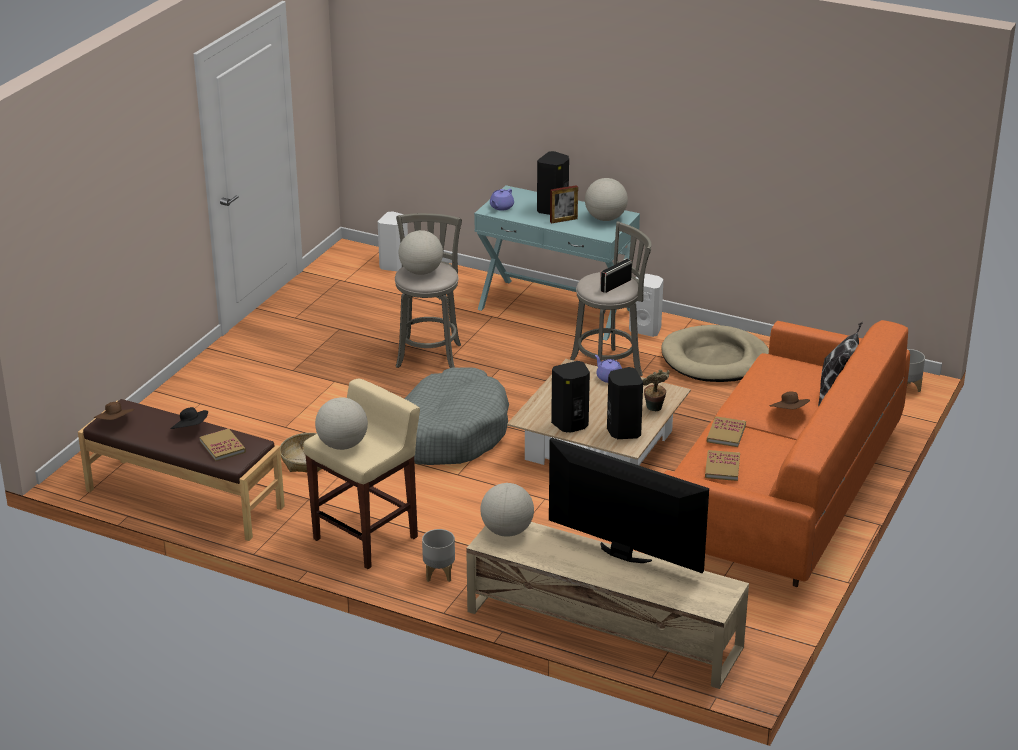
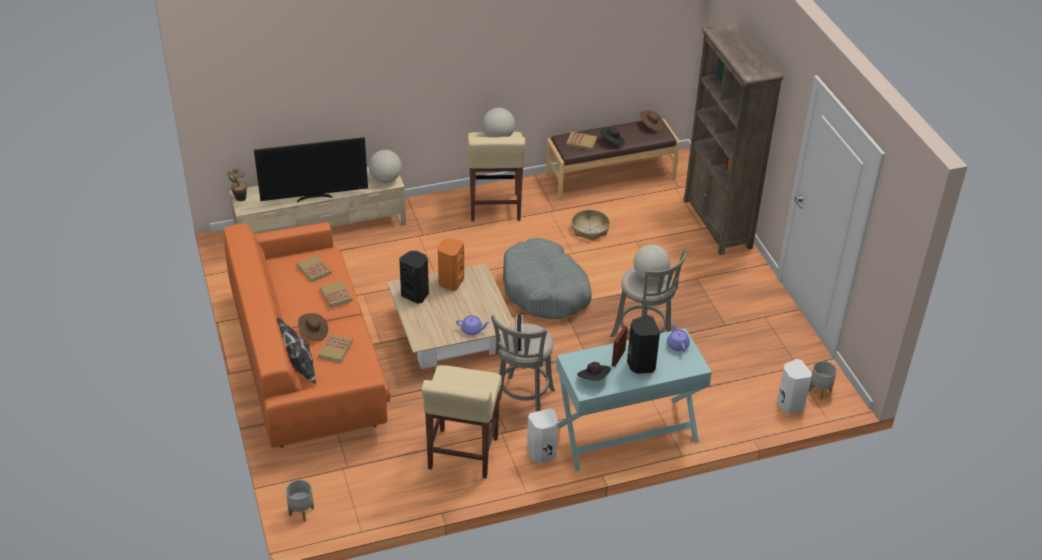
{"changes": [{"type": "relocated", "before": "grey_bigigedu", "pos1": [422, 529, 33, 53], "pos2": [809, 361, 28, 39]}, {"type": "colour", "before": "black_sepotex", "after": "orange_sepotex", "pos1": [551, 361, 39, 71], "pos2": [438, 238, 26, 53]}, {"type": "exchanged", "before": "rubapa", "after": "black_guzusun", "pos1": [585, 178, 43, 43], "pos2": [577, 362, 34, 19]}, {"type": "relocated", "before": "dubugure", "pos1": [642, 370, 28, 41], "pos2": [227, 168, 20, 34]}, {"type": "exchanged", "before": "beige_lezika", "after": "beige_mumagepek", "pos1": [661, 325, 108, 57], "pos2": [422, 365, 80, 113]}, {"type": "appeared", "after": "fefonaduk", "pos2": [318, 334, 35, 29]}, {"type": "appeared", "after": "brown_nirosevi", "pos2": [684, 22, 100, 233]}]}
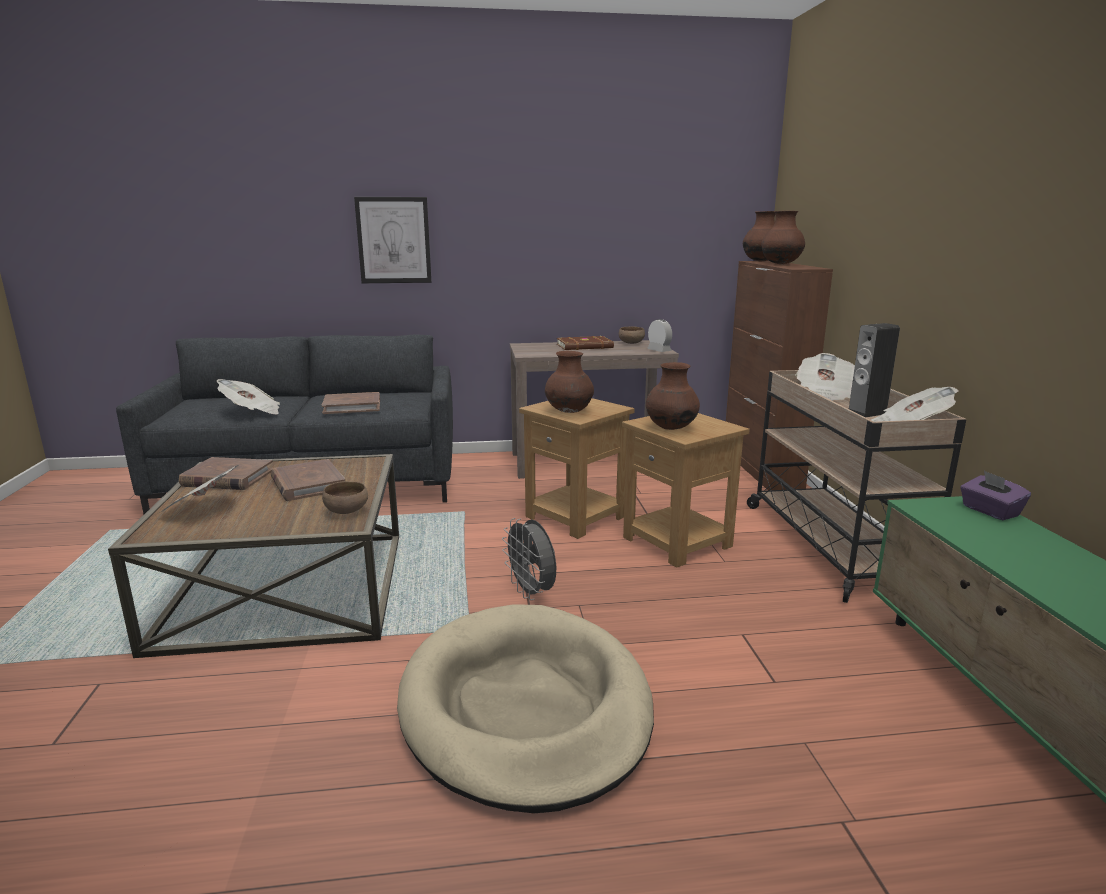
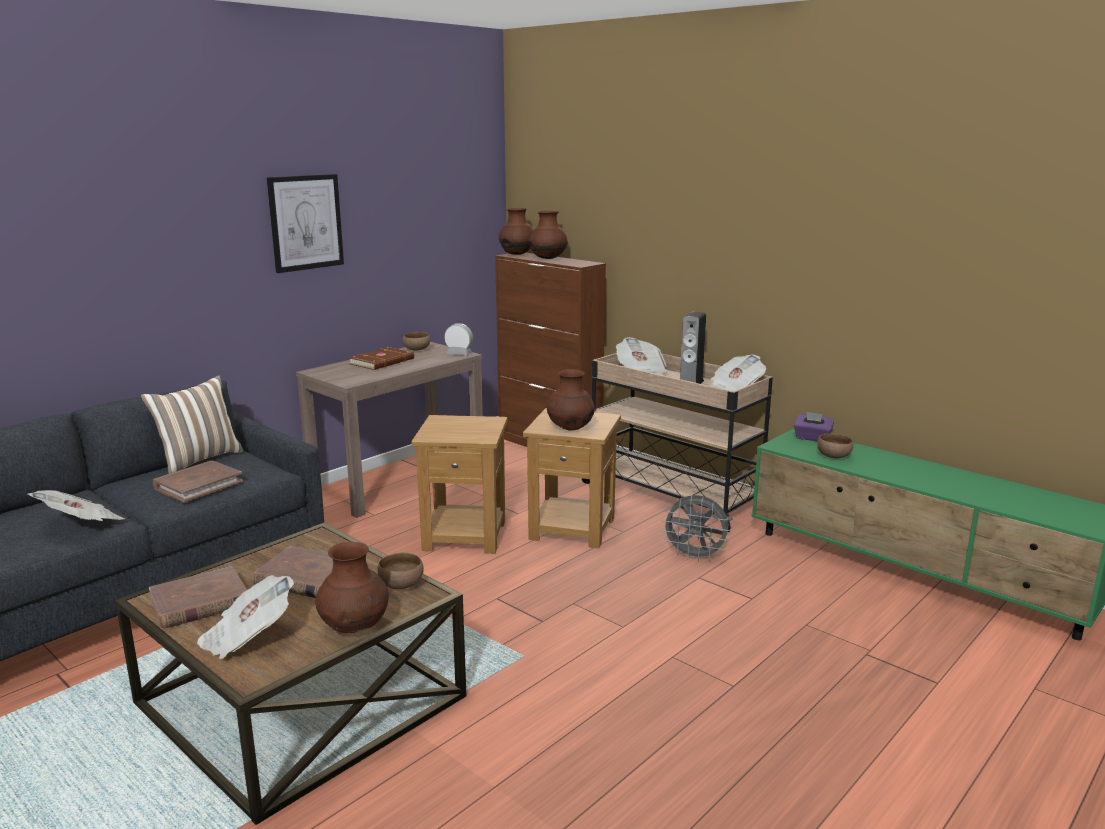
{"changes": [{"type": "relocated", "before": "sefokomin", "pos1": [354, 197, 78, 86], "pos2": [267, 174, 77, 99]}, {"type": "missing", "before": "beige_lezika", "pos1": [397, 604, 257, 209]}, {"type": "relocated", "before": "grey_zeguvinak", "pos1": [502, 518, 54, 82], "pos2": [661, 495, 70, 67]}, {"type": "relocated", "before": "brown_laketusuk", "pos1": [545, 351, 49, 62], "pos2": [316, 542, 73, 91]}, {"type": "appeared", "after": "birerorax", "pos2": [141, 376, 102, 98]}, {"type": "appeared", "after": "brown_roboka", "pos2": [818, 434, 36, 24]}]}
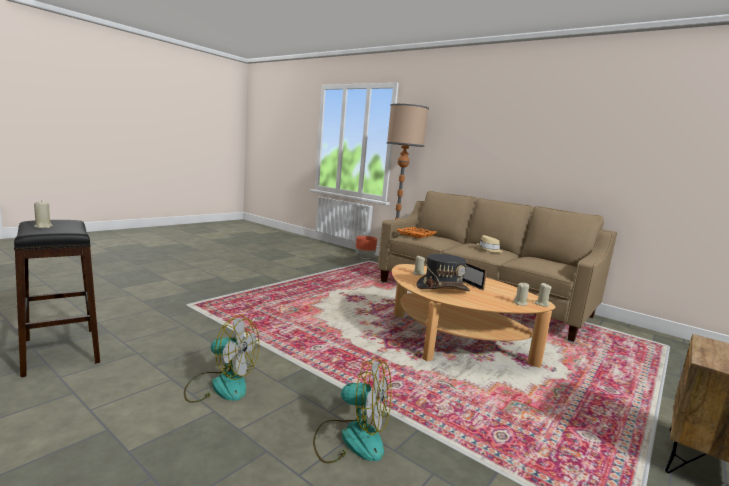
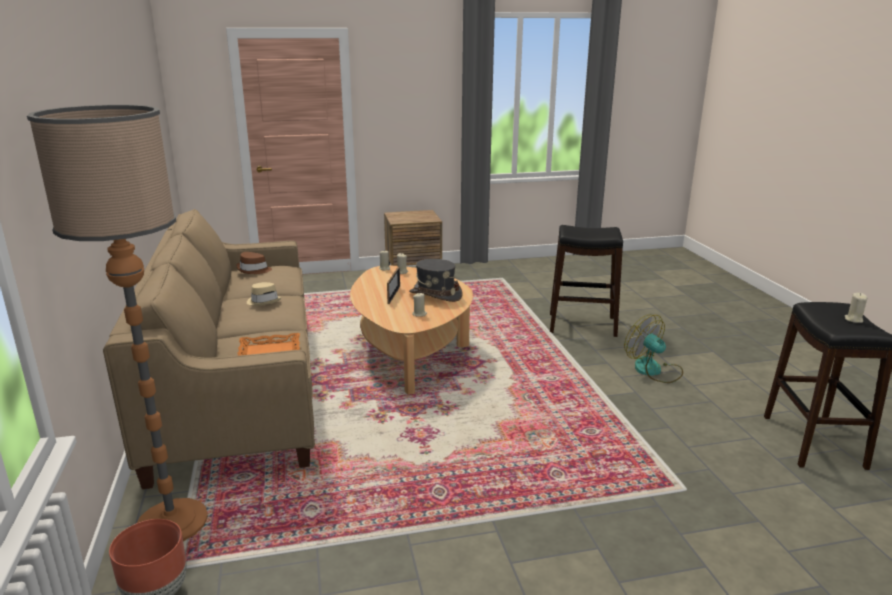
{"changes": [{"type": "exchanged", "before": "zeguvinak", "after": "black_mumagepek", "pos1": [313, 357, 79, 107], "pos2": [550, 225, 73, 112]}, {"type": "appeared", "after": "brown_guzusun", "pos2": [236, 252, 36, 22]}]}
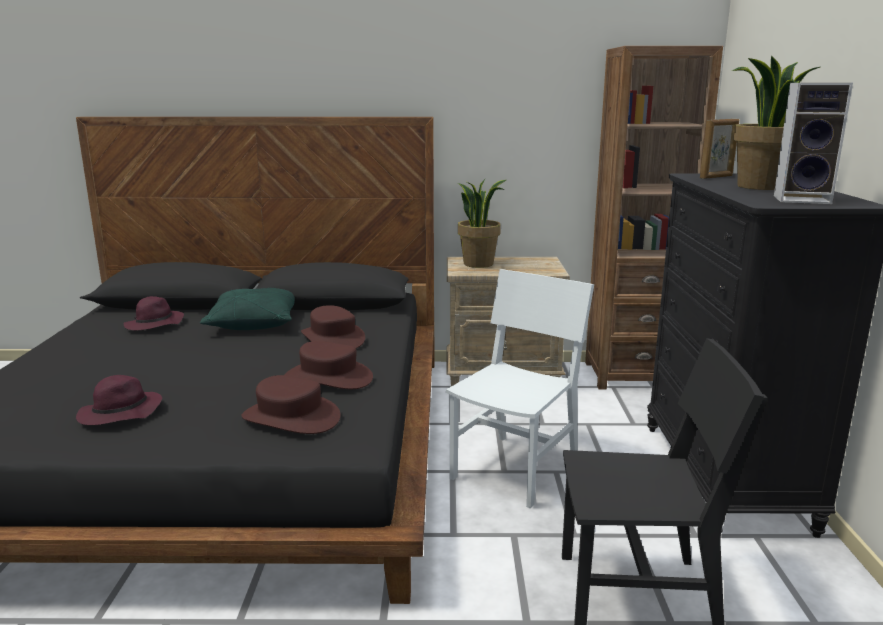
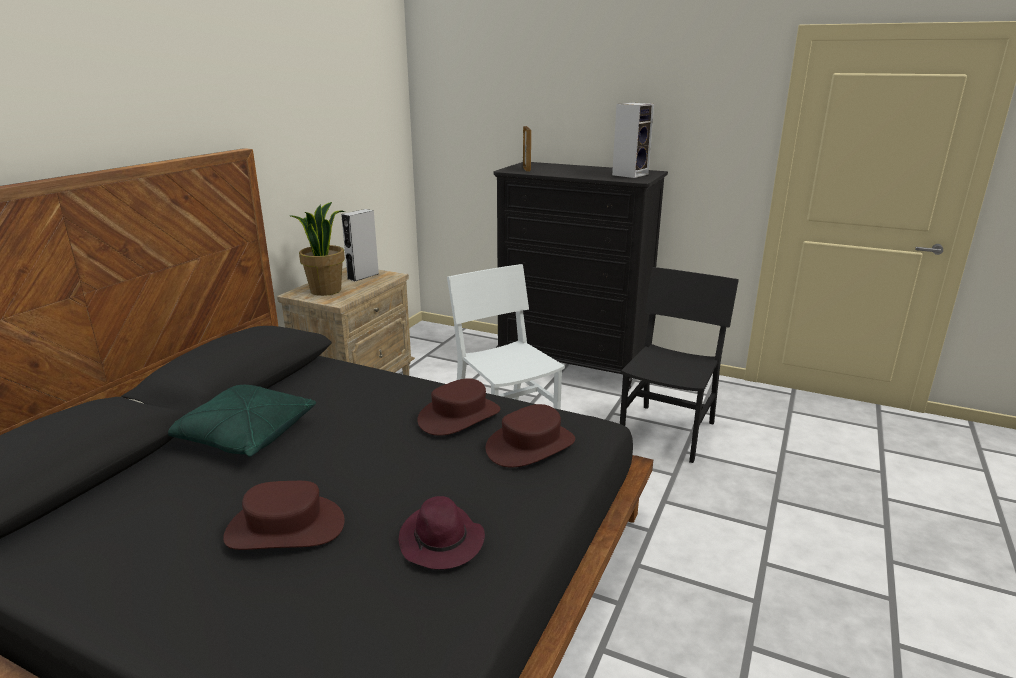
{"changes": [{"type": "missing", "before": "purple_guzusun", "pos1": [124, 296, 60, 34]}, {"type": "relocated", "before": "brown_guzusun", "pos1": [301, 305, 64, 43], "pos2": [223, 481, 122, 69]}, {"type": "missing", "before": "brown_nirosevi", "pos1": [585, 46, 138, 344]}, {"type": "missing", "before": "dubugure", "pos1": [732, 55, 88, 135]}, {"type": "appeared", "after": "grey_sepotex", "pos2": [341, 209, 38, 72]}]}
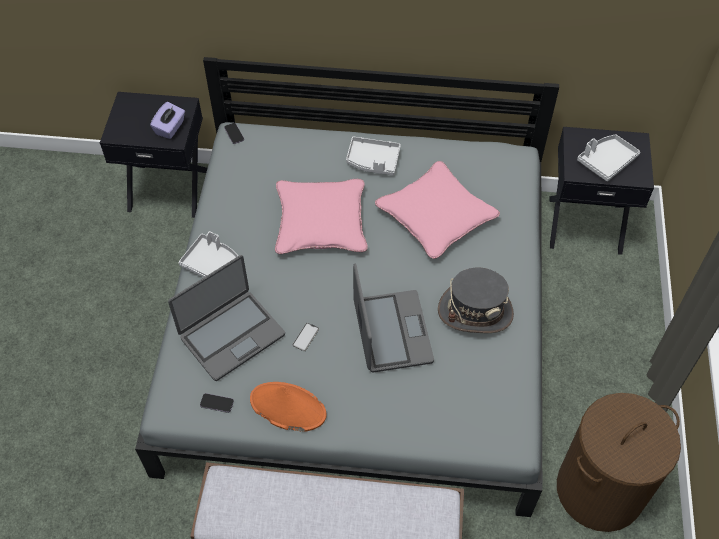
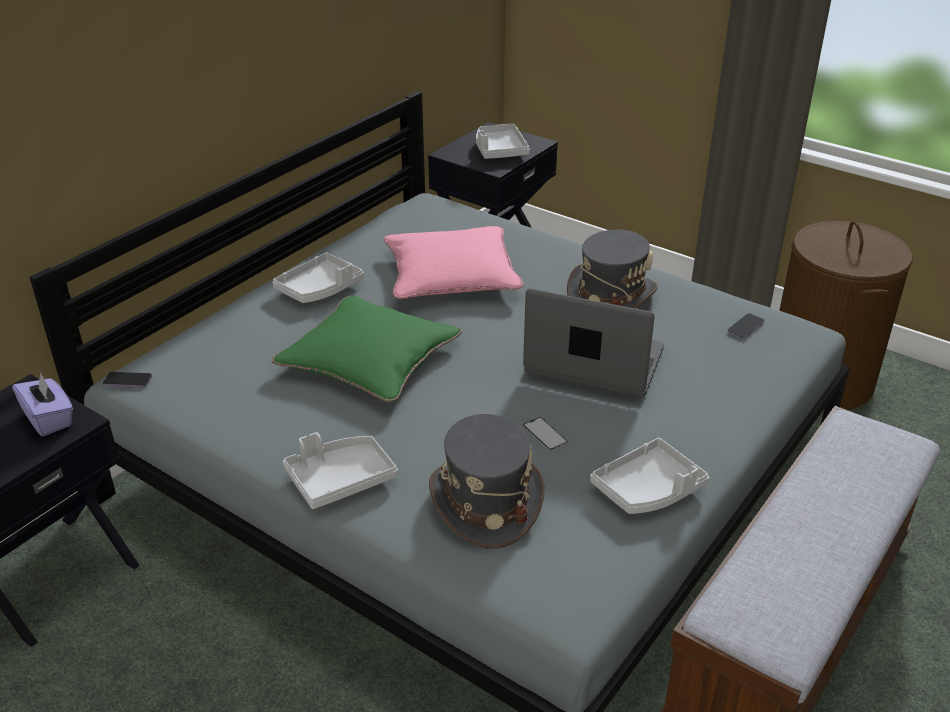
{"changes": [{"type": "exchanged", "before": "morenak", "after": "grey_guzusun", "pos1": [168, 255, 117, 126], "pos2": [429, 414, 116, 135]}, {"type": "relocated", "before": "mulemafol", "pos1": [200, 393, 34, 20], "pos2": [728, 313, 36, 25]}, {"type": "exchanged", "before": "orange_guzusun", "after": "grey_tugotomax", "pos1": [250, 382, 77, 50], "pos2": [590, 438, 119, 76]}, {"type": "colour", "before": "pink_birerorax", "after": "green_birerorax", "pos1": [275, 179, 93, 75], "pos2": [272, 295, 190, 107]}]}
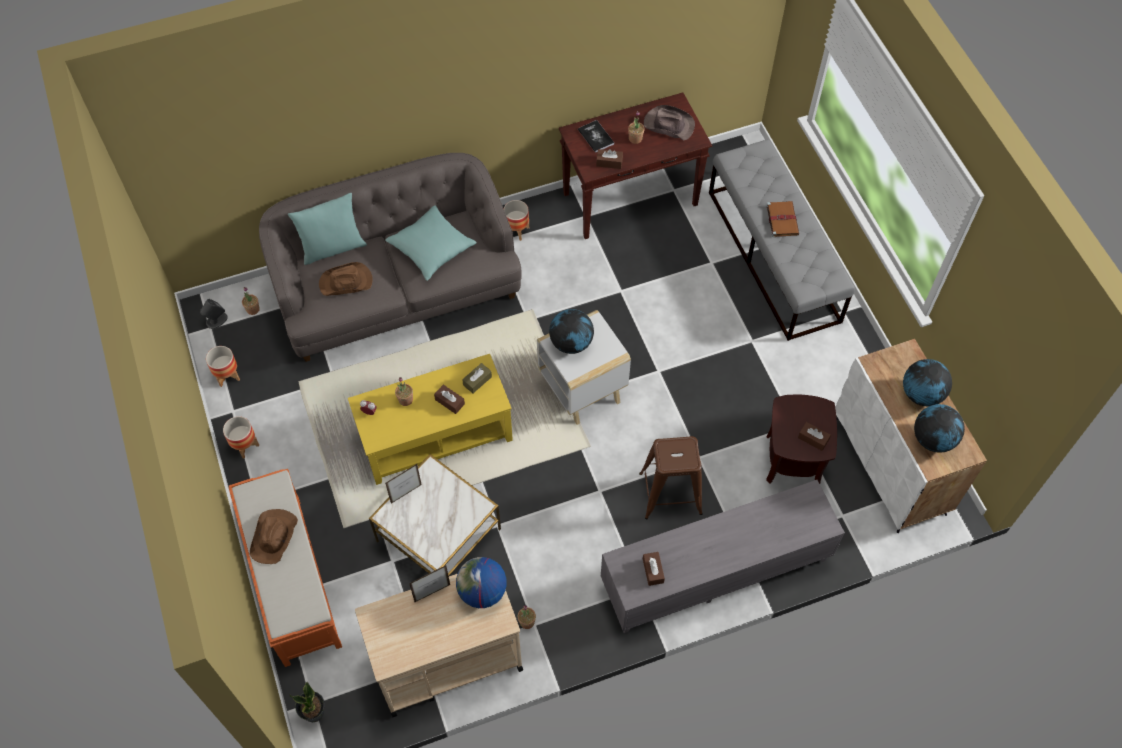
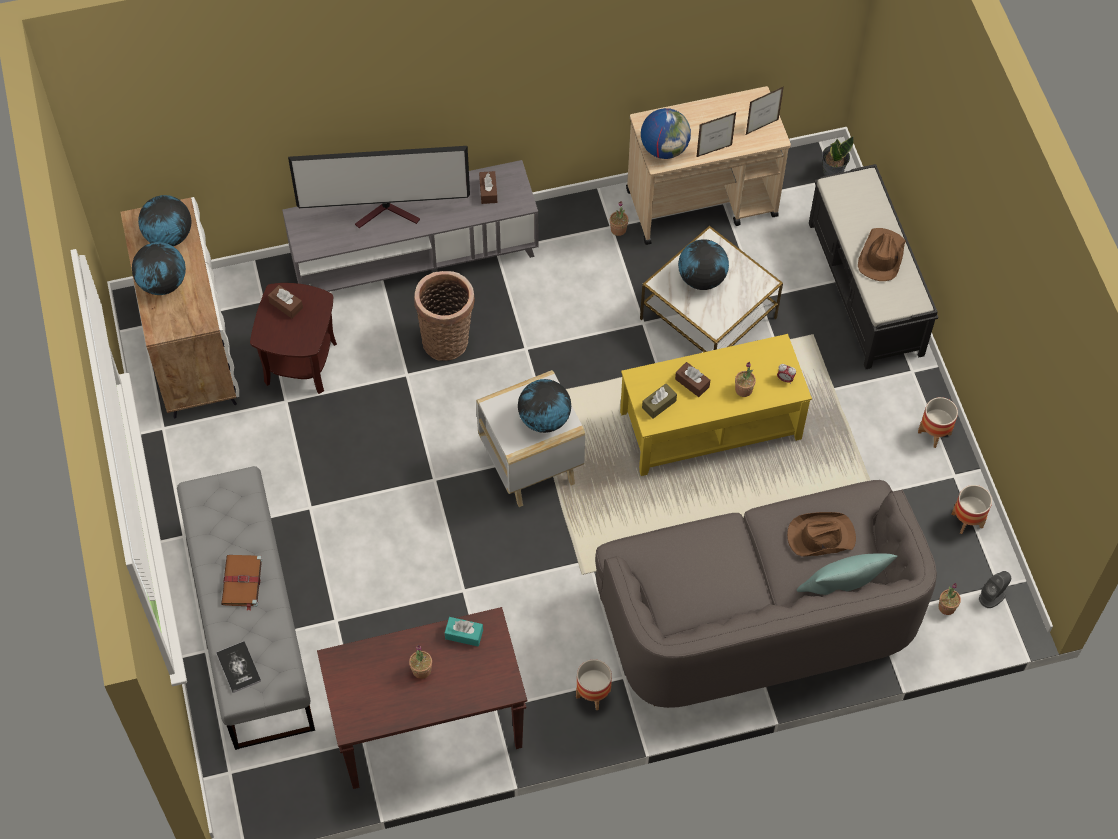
{"changes": [{"type": "colour", "before": "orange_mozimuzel", "after": "black_mozimuzel", "pos1": [229, 469, 113, 198], "pos2": [809, 164, 129, 205]}, {"type": "missing", "before": "turquoise_birerorax", "pos1": [385, 205, 92, 76]}, {"type": "relocated", "before": "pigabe", "pos1": [385, 464, 37, 39], "pos2": [746, 86, 38, 49]}, {"type": "relocated", "before": "fefonaduk", "pos1": [578, 120, 36, 33], "pos2": [216, 641, 45, 52]}, {"type": "colour", "before": "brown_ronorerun", "after": "turquoise_ronorerun", "pos1": [596, 149, 27, 20], "pos2": [445, 617, 38, 29]}, {"type": "exchanged", "before": "brown_mumagepek", "after": "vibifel", "pos1": [639, 436, 63, 83], "pos2": [414, 271, 61, 90]}, {"type": "missing", "before": "brown_guzusun", "pos1": [644, 105, 51, 36]}, {"type": "appeared", "after": "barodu", "pos2": [288, 146, 182, 82]}, {"type": "appeared", "after": "rubapa", "pos2": [678, 239, 51, 51]}]}
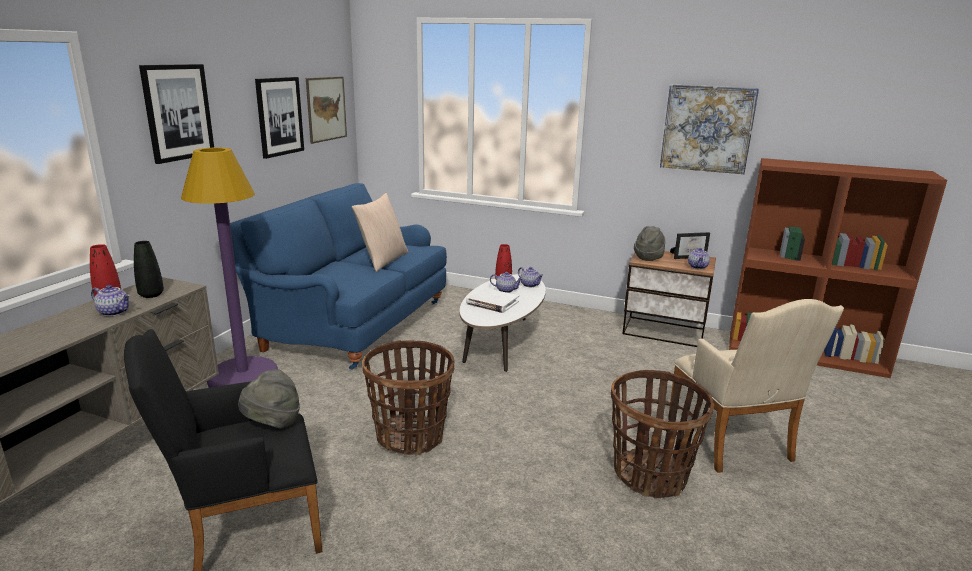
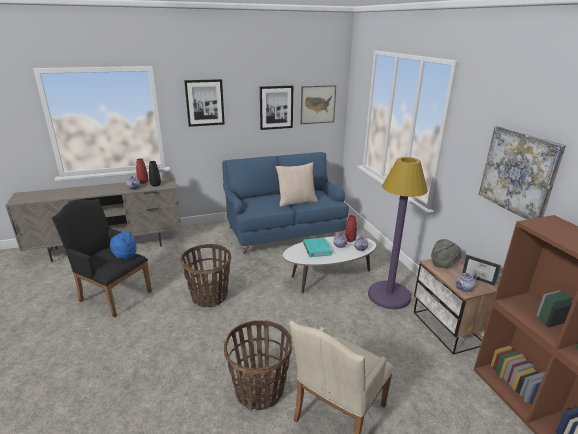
{"changes": [{"type": "relocated", "before": "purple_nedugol", "pos1": [181, 148, 97, 240], "pos2": [368, 157, 60, 152]}, {"type": "colour", "before": "grey_guzusun", "after": "blue_guzusun", "pos1": [238, 369, 62, 59], "pos2": [110, 232, 27, 27]}, {"type": "colour", "before": "white_fefonaduk", "after": "turquoise_fefonaduk", "pos1": [466, 287, 53, 26], "pos2": [303, 238, 29, 19]}]}
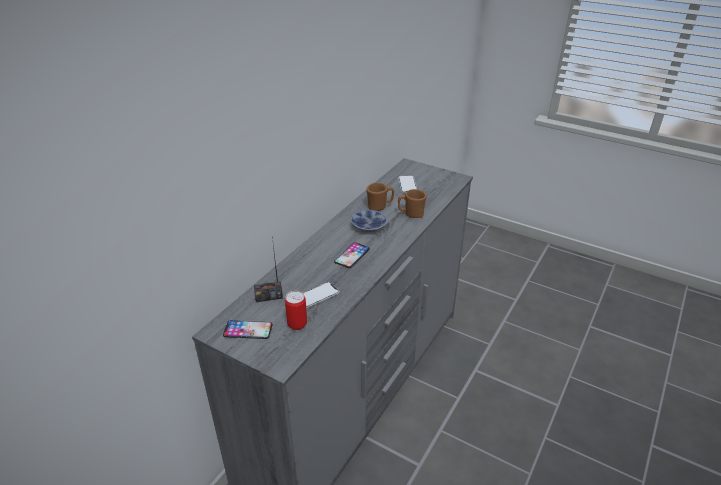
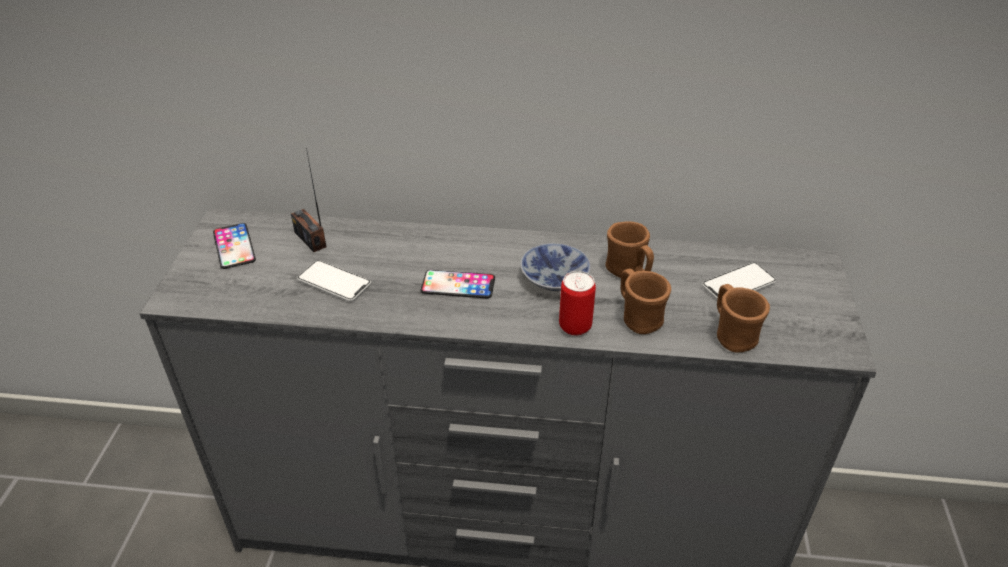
{"changes": [{"type": "relocated", "before": "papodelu", "pos1": [285, 291, 22, 39], "pos2": [559, 271, 37, 65]}, {"type": "appeared", "after": "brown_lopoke", "pos2": [717, 284, 53, 69]}]}
